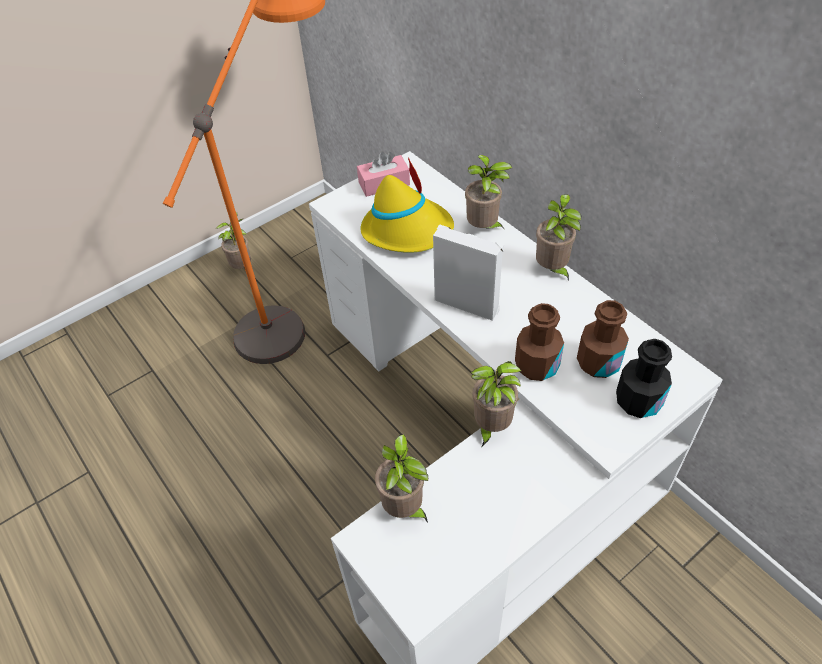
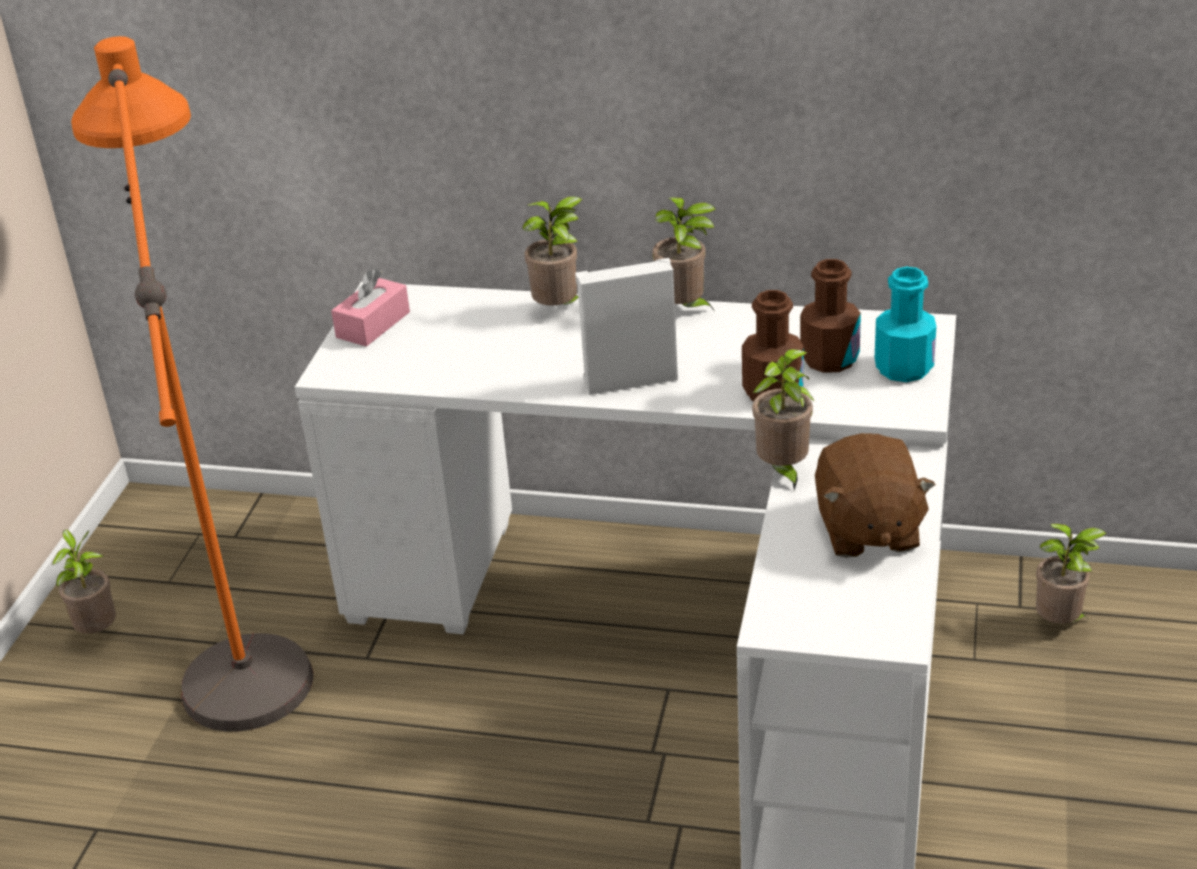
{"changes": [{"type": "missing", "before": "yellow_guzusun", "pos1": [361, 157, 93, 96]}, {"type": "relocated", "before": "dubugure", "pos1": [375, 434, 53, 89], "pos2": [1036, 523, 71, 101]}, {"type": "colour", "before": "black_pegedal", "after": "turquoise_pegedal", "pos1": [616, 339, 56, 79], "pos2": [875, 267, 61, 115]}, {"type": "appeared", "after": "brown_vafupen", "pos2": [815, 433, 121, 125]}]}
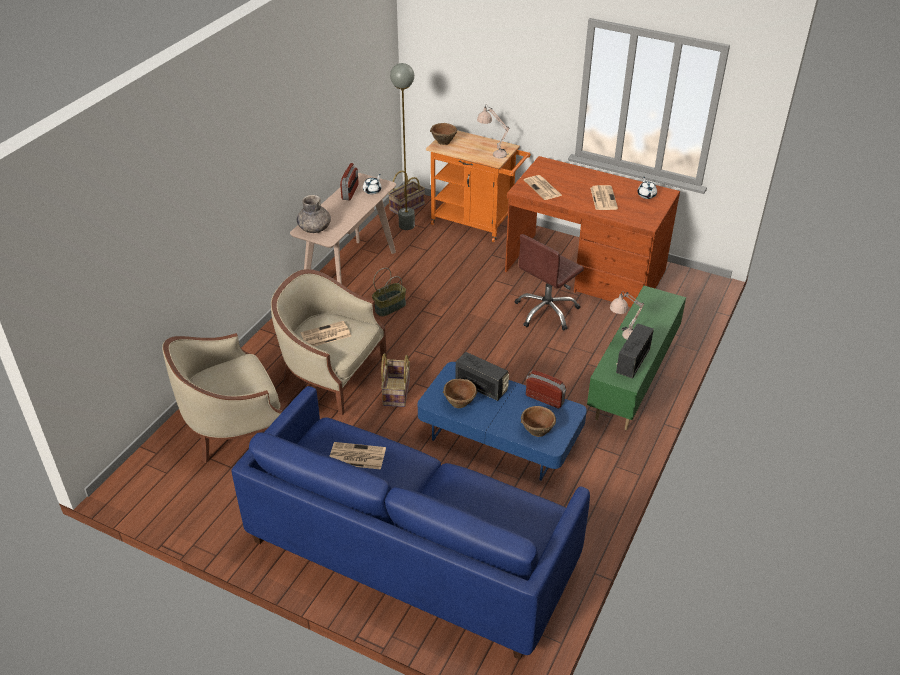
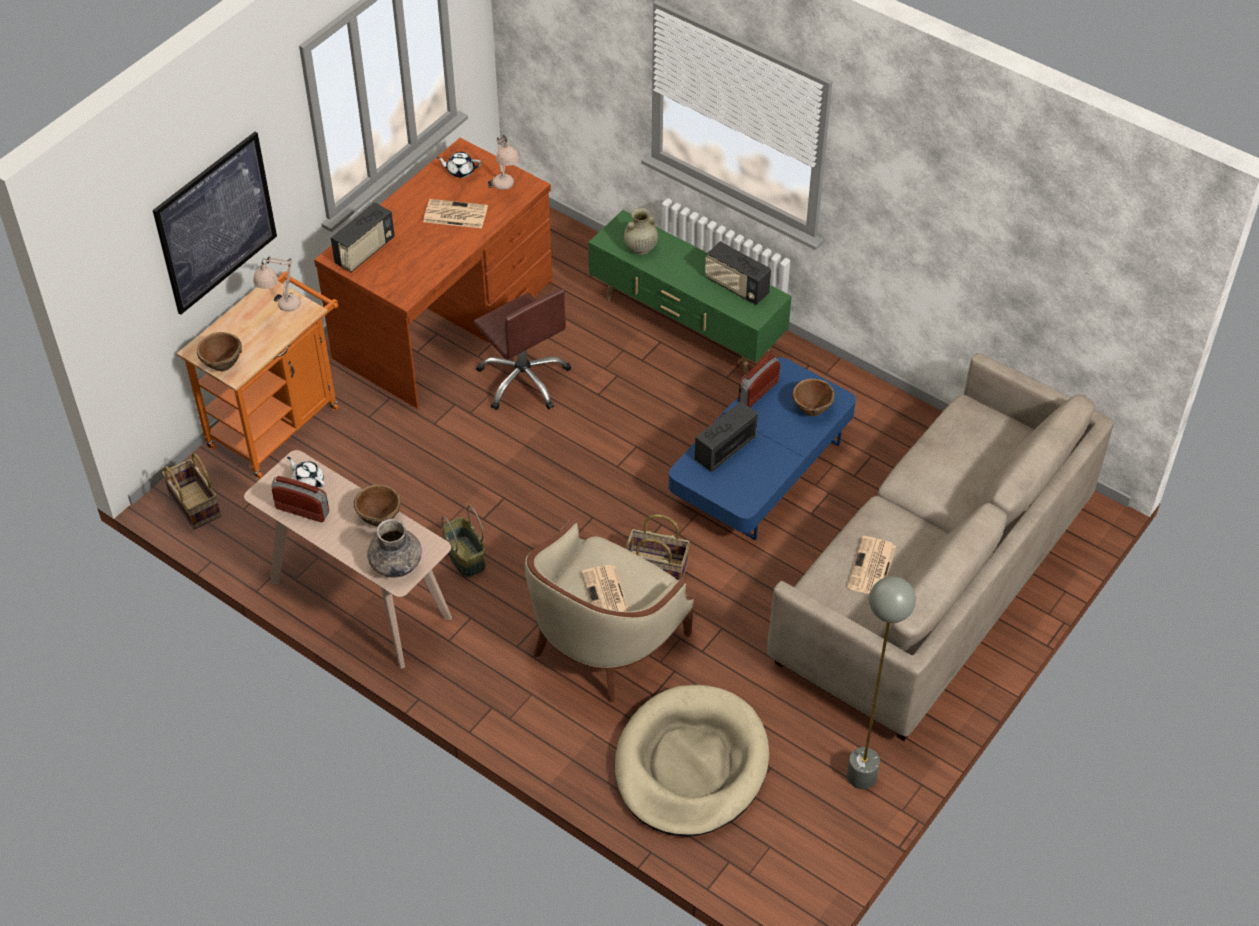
{"changes": [{"type": "exchanged", "before": "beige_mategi", "after": "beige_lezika", "pos1": [162, 333, 120, 130], "pos2": [615, 685, 154, 152]}, {"type": "colour", "before": "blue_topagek", "after": "beige_topagek", "pos1": [231, 386, 359, 274], "pos2": [767, 353, 347, 388]}, {"type": "relocated", "before": "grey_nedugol", "pos1": [390, 63, 25, 167], "pos2": [847, 576, 69, 213]}, {"type": "relocated", "before": "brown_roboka", "pos1": [443, 379, 35, 29], "pos2": [353, 484, 49, 43]}, {"type": "missing", "before": "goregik", "pos1": [524, 175, 39, 25]}, {"type": "relocated", "before": "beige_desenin", "pos1": [610, 291, 34, 49], "pos2": [488, 135, 31, 55]}, {"type": "appeared", "after": "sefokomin", "pos2": [153, 132, 124, 183]}, {"type": "appeared", "after": "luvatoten", "pos2": [331, 202, 64, 70]}, {"type": "appeared", "after": "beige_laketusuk", "pos2": [624, 207, 34, 48]}]}
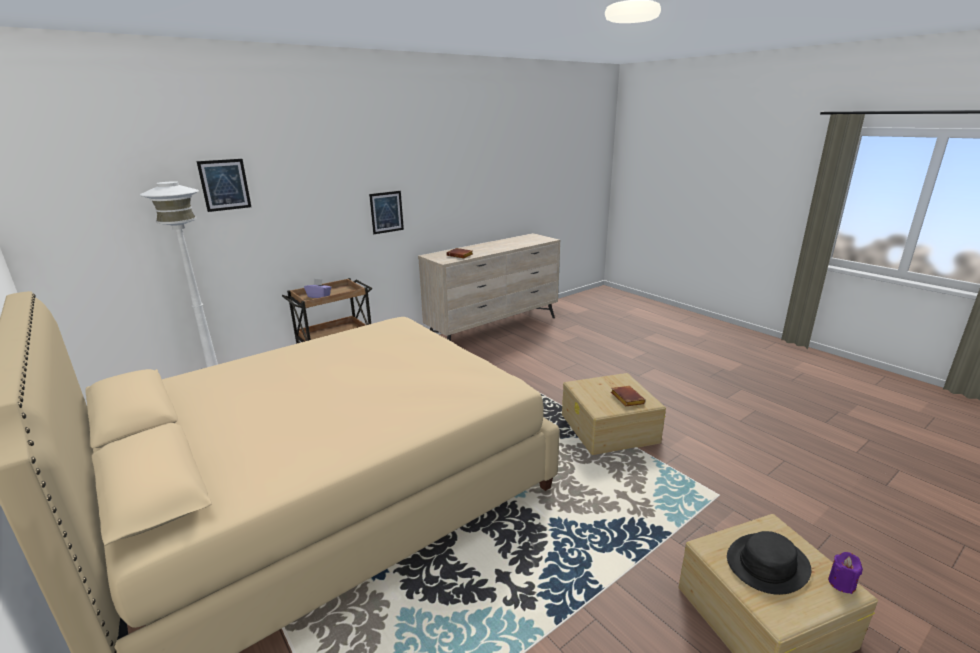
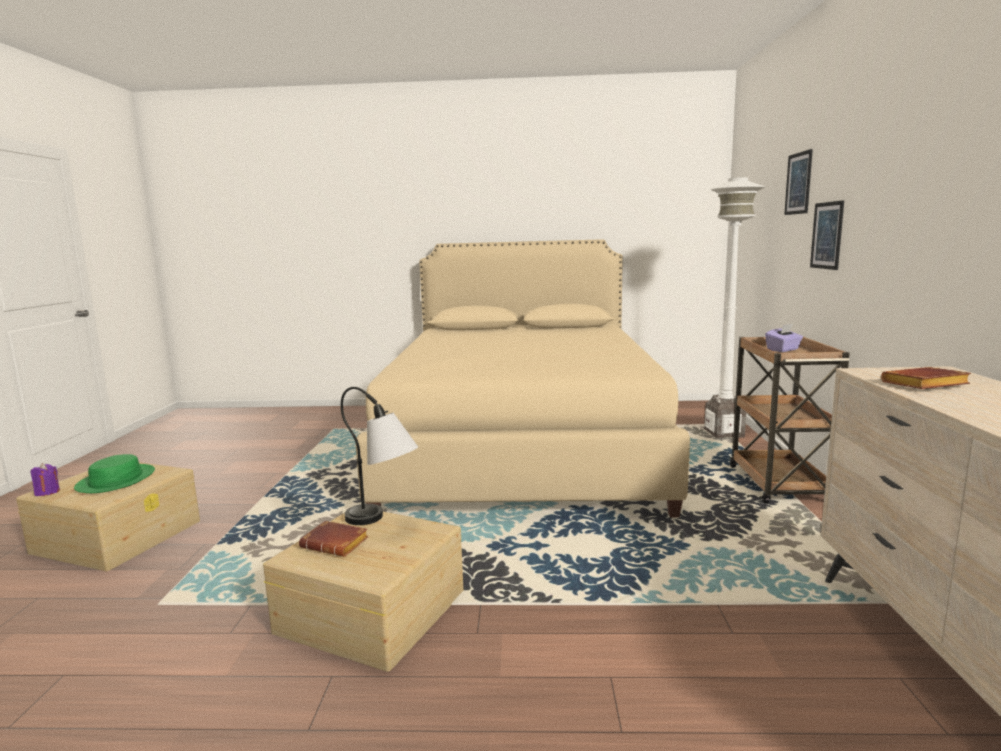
{"changes": [{"type": "relocated", "before": "sefokomin", "pos1": [369, 191, 35, 43], "pos2": [810, 200, 34, 70]}, {"type": "colour", "before": "black_guzusun", "after": "green_guzusun", "pos1": [727, 531, 84, 64], "pos2": [74, 454, 81, 39]}, {"type": "appeared", "after": "desenin", "pos2": [341, 387, 77, 138]}]}
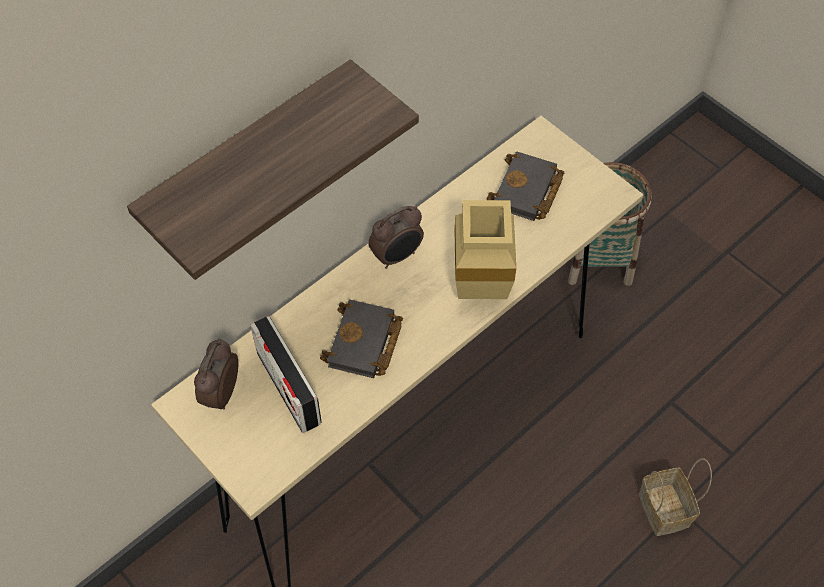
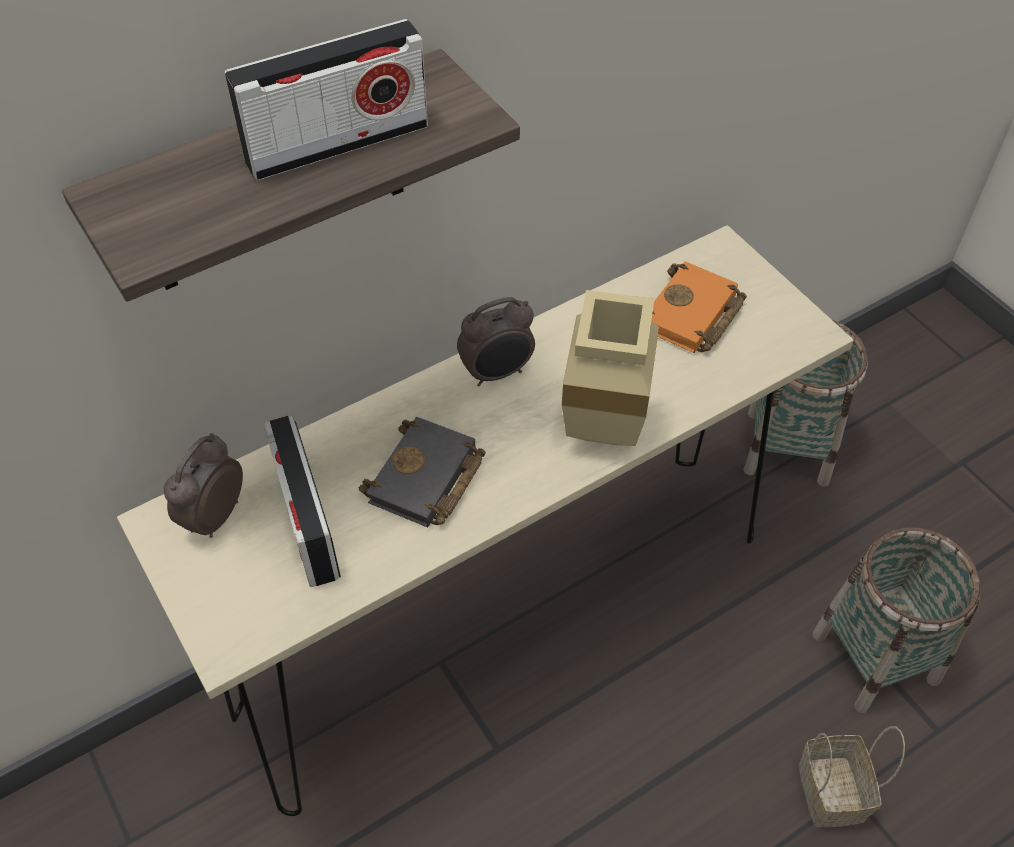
{"changes": [{"type": "colour", "before": "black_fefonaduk", "after": "orange_fefonaduk", "pos1": [486, 151, 78, 70], "pos2": [651, 261, 96, 92]}, {"type": "appeared", "after": "luvatoten", "pos2": [224, 19, 204, 161]}, {"type": "appeared", "after": "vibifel", "pos2": [812, 527, 168, 186]}]}
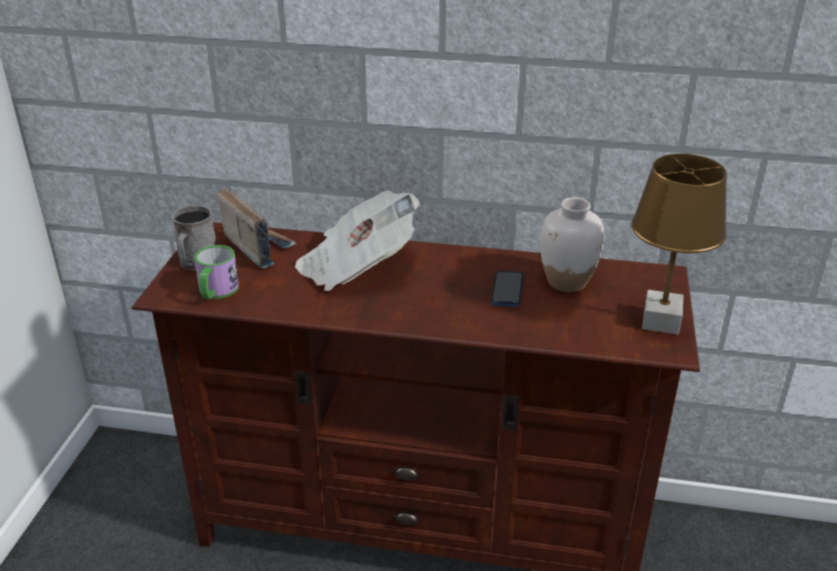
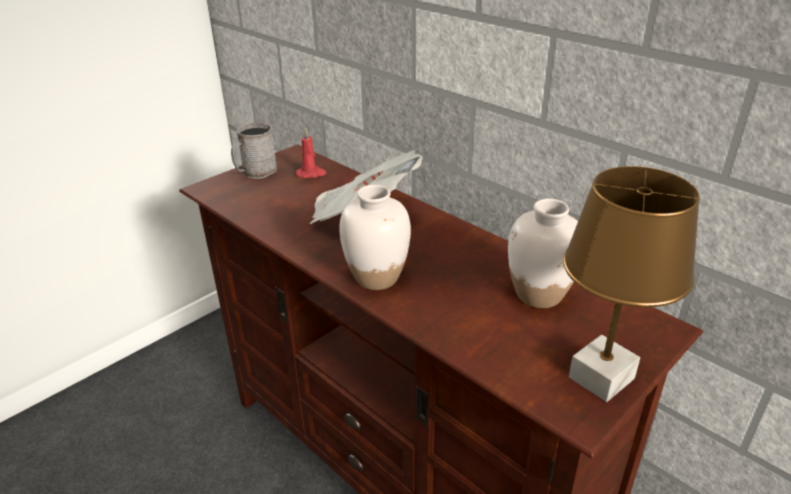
{"changes": [{"type": "missing", "before": "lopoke", "pos1": [194, 245, 45, 54]}, {"type": "exchanged", "before": "luvatoten", "after": "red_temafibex", "pos1": [217, 188, 80, 81], "pos2": [296, 129, 31, 49]}, {"type": "missing", "before": "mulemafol", "pos1": [491, 271, 33, 35]}, {"type": "appeared", "after": "white_laketusuk", "pos2": [339, 185, 72, 105]}]}
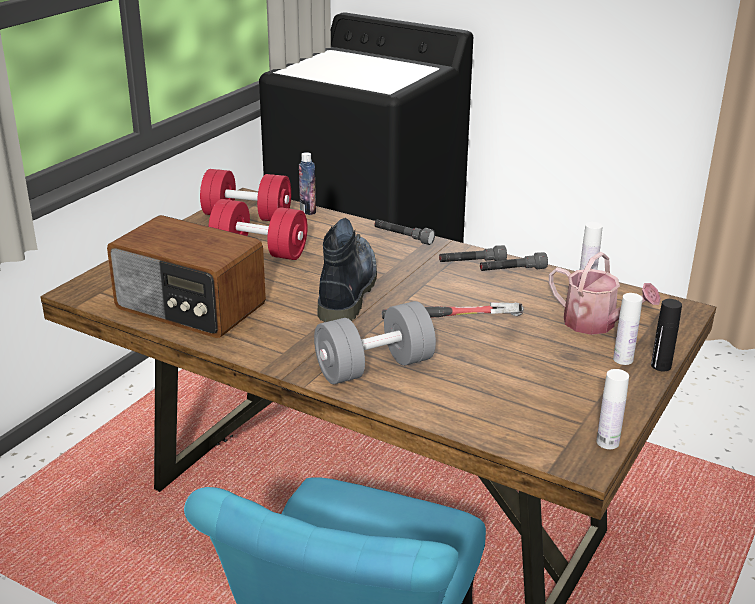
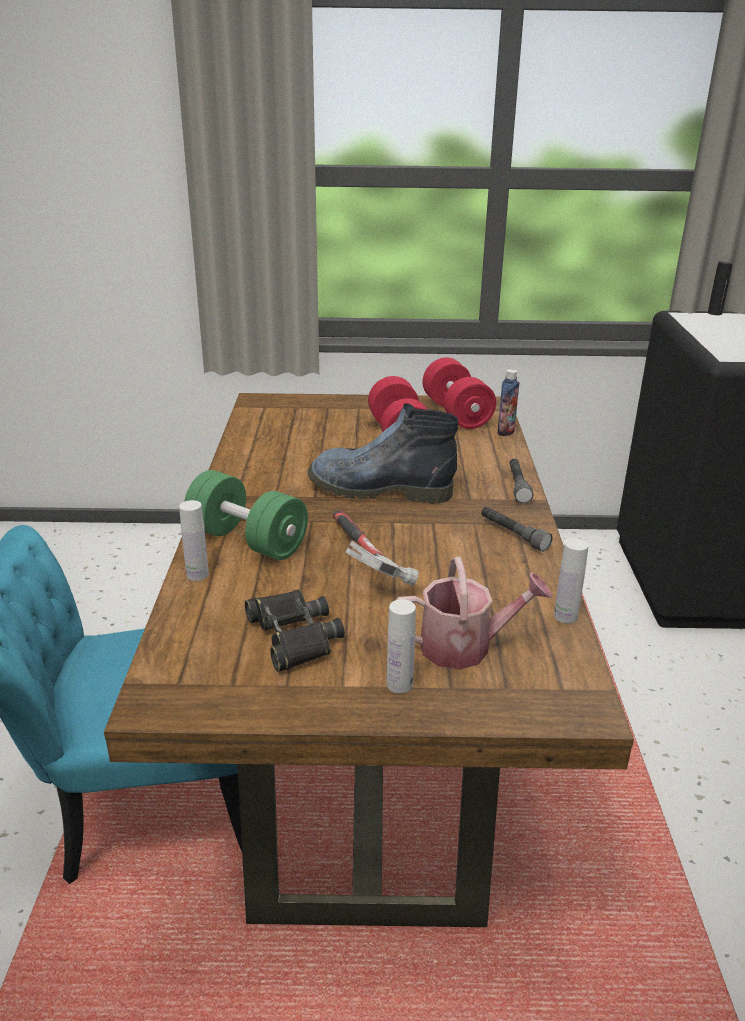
{"changes": [{"type": "missing", "before": "luvatoten", "pos1": [107, 215, 159, 123]}, {"type": "colour", "before": "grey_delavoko", "after": "green_delavoko", "pos1": [314, 301, 122, 83], "pos2": [184, 470, 124, 90]}, {"type": "spun", "before": "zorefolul", "pos1": [317, 218, 60, 104], "pos2": [308, 403, 150, 100], "turn": -150}, {"type": "missing", "before": "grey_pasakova", "pos1": [480, 252, 68, 19]}, {"type": "spun", "before": "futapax", "pos1": [549, 252, 112, 83], "pos2": [396, 557, 156, 113], "turn": -105}, {"type": "relocated", "before": "white_pegedal", "pos1": [597, 369, 32, 80], "pos2": [179, 500, 30, 81]}, {"type": "relocated", "before": "black_pegedal", "pos1": [651, 299, 31, 72], "pos2": [708, 261, 25, 54]}, {"type": "appeared", "after": "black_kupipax", "pos2": [245, 590, 100, 82]}]}
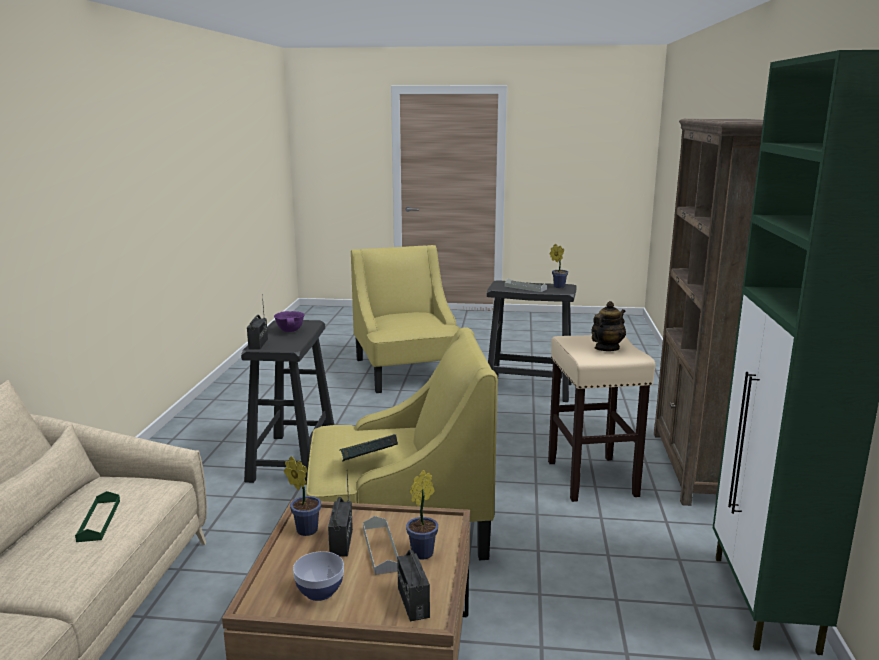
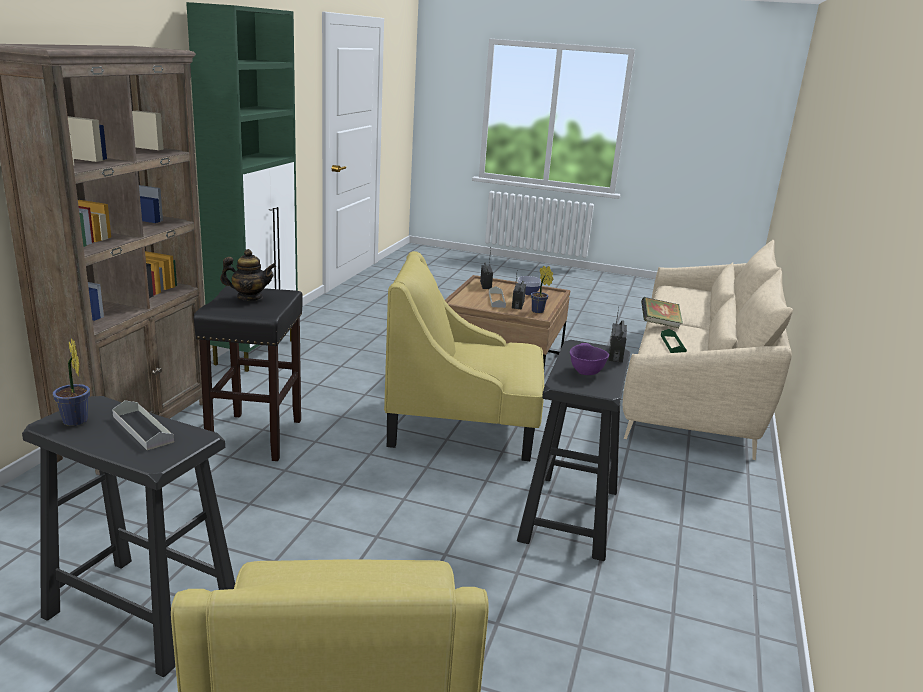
{"changes": [{"type": "relocated", "before": "fefonaduk", "pos1": [340, 434, 58, 28], "pos2": [641, 297, 42, 31]}, {"type": "missing", "before": "dubugure", "pos1": [406, 470, 32, 89]}, {"type": "colour", "before": "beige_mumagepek", "after": "black_mumagepek", "pos1": [548, 335, 107, 167], "pos2": [194, 286, 109, 175]}, {"type": "spun", "before": "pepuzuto", "pos1": [592, 301, 34, 50], "pos2": [220, 249, 56, 52], "turn": -150}]}
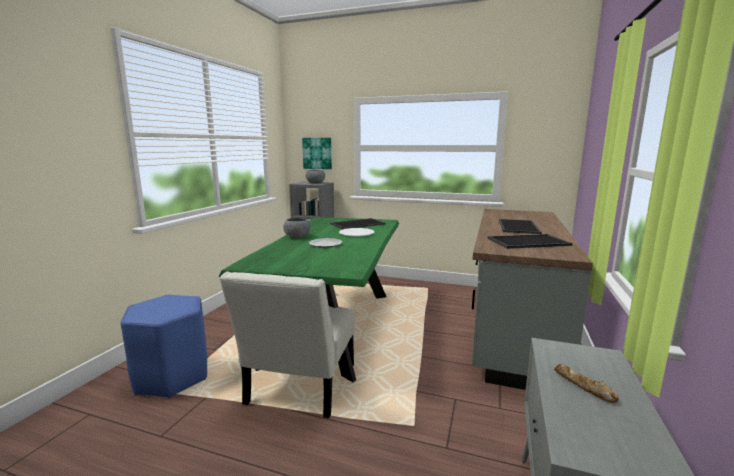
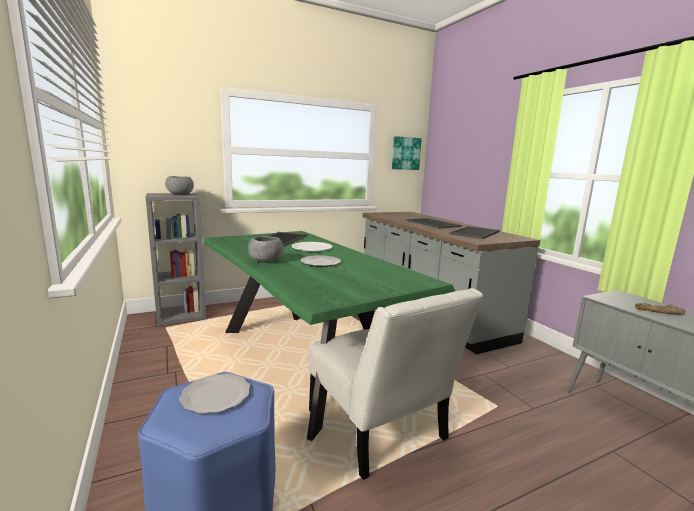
{"changes": [{"type": "relocated", "before": "sefokomin", "pos1": [302, 138, 30, 31], "pos2": [392, 136, 30, 34]}, {"type": "appeared", "after": "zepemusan", "pos2": [179, 374, 71, 40]}]}
